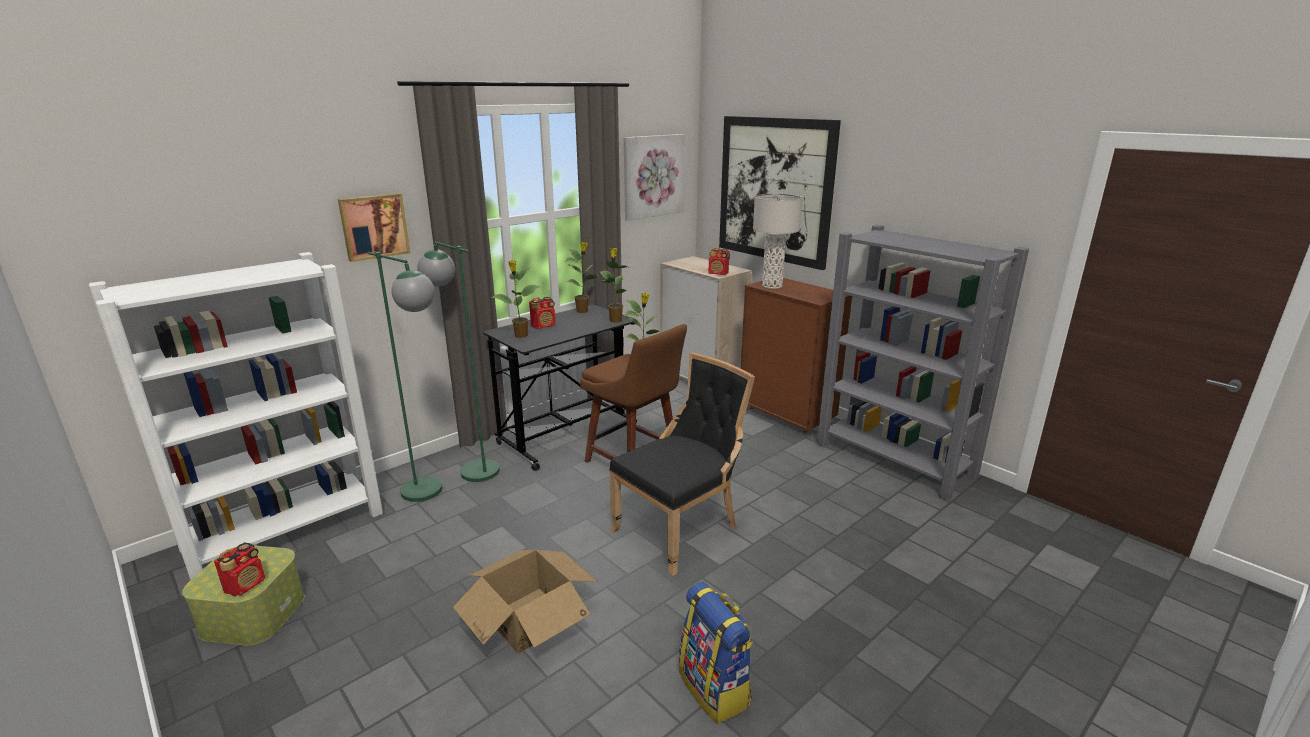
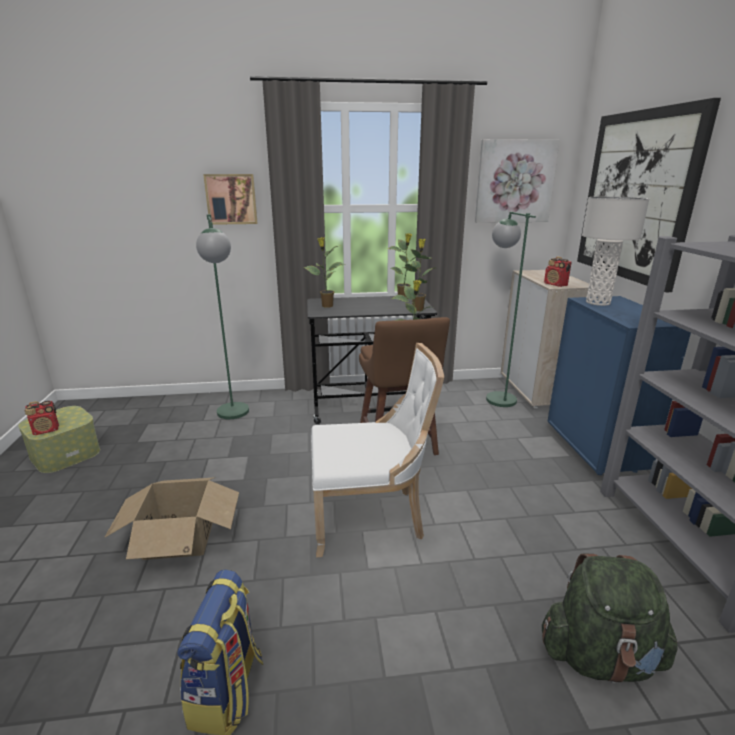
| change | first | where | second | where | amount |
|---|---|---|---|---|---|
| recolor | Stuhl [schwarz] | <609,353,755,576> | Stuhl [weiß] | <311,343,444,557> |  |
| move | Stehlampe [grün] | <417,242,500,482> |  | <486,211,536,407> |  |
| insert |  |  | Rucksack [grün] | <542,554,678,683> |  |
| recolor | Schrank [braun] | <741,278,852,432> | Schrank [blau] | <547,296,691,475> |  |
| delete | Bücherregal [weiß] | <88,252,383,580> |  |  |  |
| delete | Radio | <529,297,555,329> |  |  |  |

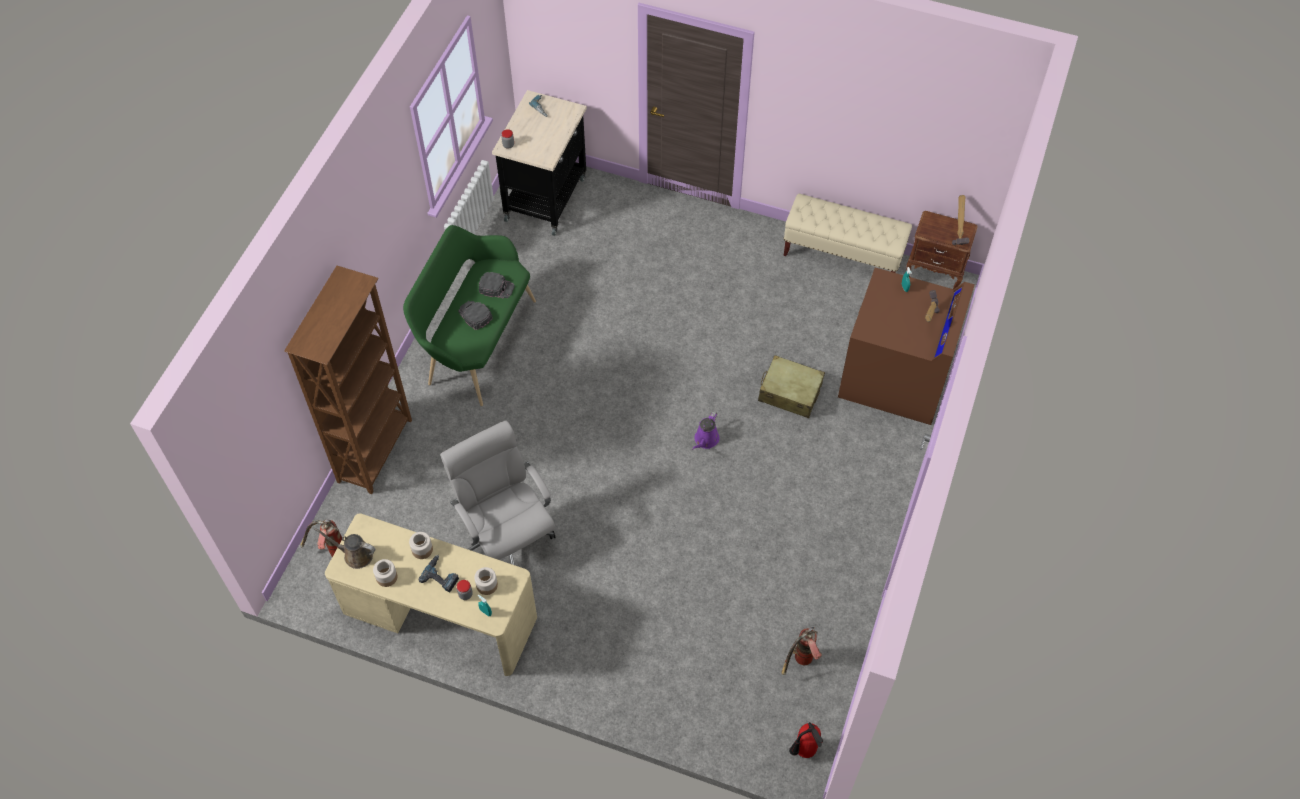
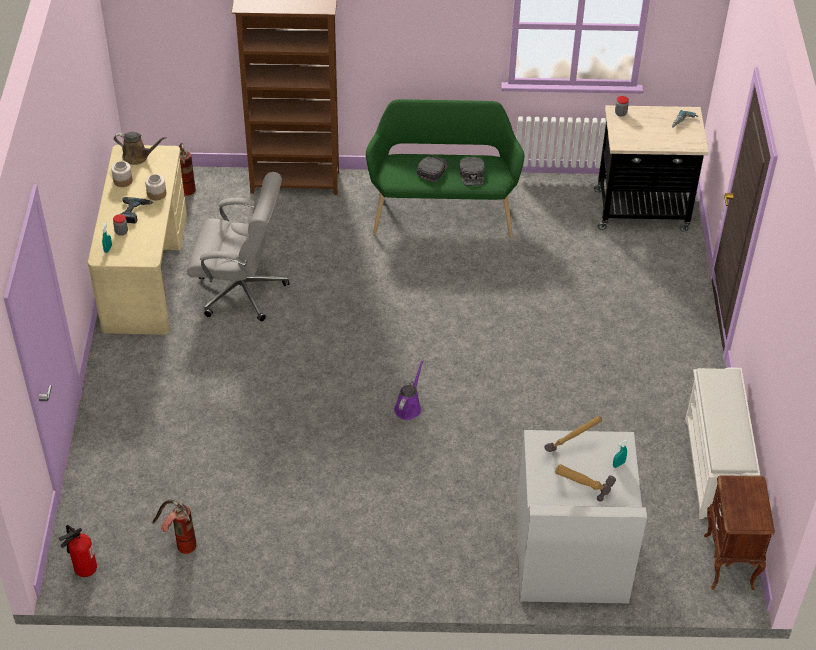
| change | first | where | second | where | amount |
|---|---|---|---|---|---|
| rotate | Gießkanne [braun] | <314,528,376,569> |  | <114,132,167,165> | 105 degrees clockwise |
| rotate | Bürostuhl [grau] | <440,421,555,565> |  | <187,172,289,322> | 60 degrees clockwise |
| rotate | Gießkanne [lila] | <692,411,720,450> |  | <394,360,424,420> | 105 degrees clockwise |
| recolor | Waschmaschine [braun] | <838,267,975,425> | Waschmaschine [weiß] | <516,430,647,603> |  |
| move | Hammer | <952,195,969,245> |  | <544,416,602,452> |  |
| replace | Bank [beige] | <783,194,912,273> | Schuhregal [weiß] | <685,367,760,519> |  |
| delete | Vorratsglas | <474,567,498,595> |  |  |  |
| delete | Koffer [beige] | <758,355,825,418> |  |  |  |

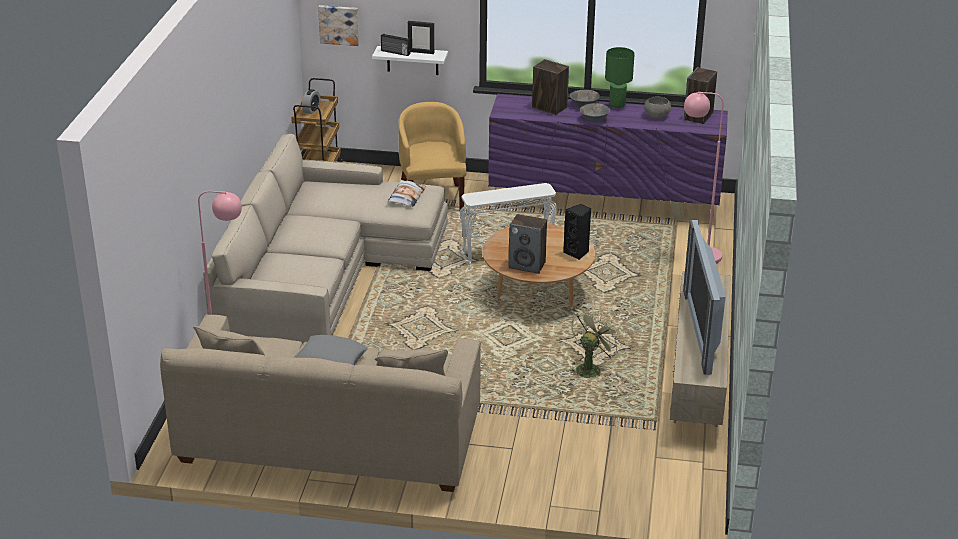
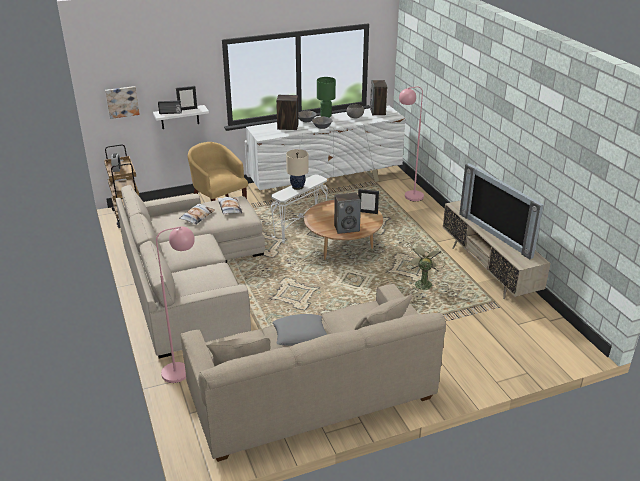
| change | first | where | second | where | amount |
|---|---|---|---|---|---|
| insert |  |  | Kissen | <179,203,215,225> |  |
| recolor | Schrank [lila] | <488,94,728,221> | Schrank [weiß] | <246,106,406,192> |  |
| insert |  |  | Tischlampe [beige] | <286,149,309,190> |  |
| replace | Lautsprecher [schwarz] | <563,204,591,260> | Bilderrahmen | <358,189,379,214> |  |

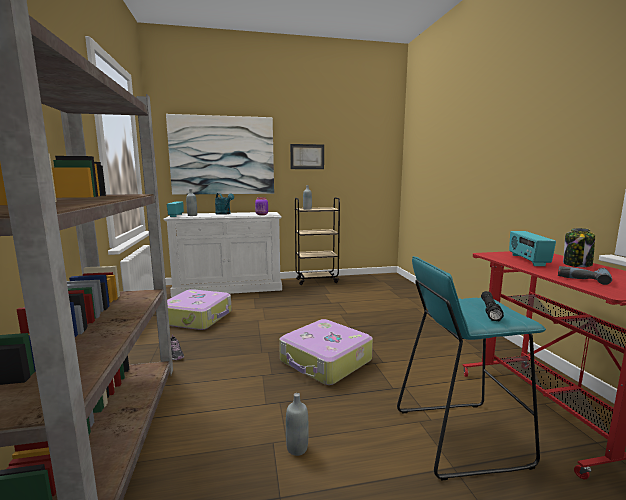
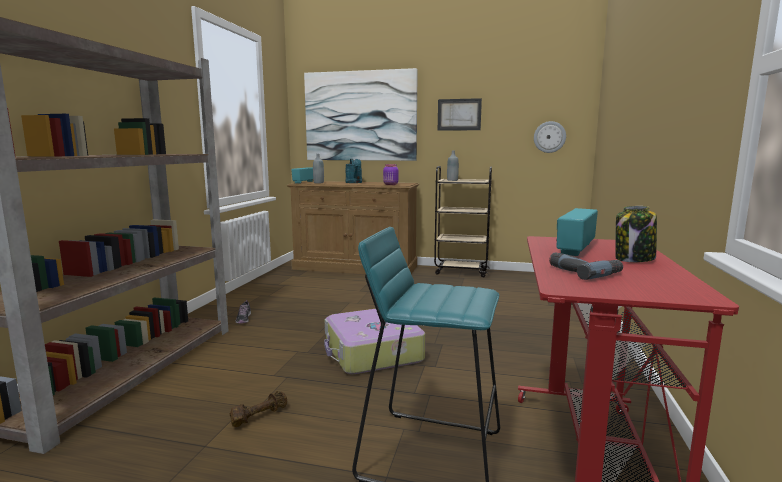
| change | first | where | second | where | amount |
|---|---|---|---|---|---|
| replace | Flasche [grau] | <286,393,309,456> | Hantel [braun] | <230,391,287,427> |  |
| recolor | Schrank [weiß] | <163,212,282,297> | Schrank [braun] | <287,181,419,274> |  |
| insert |  |  | Wanduhr | <534,121,566,153> |  |
| delete | Koffer | <167,289,232,330> |  |  |  |
| delete | Taschenlampe [schwarz] | <481,291,504,321> |  |  |  |

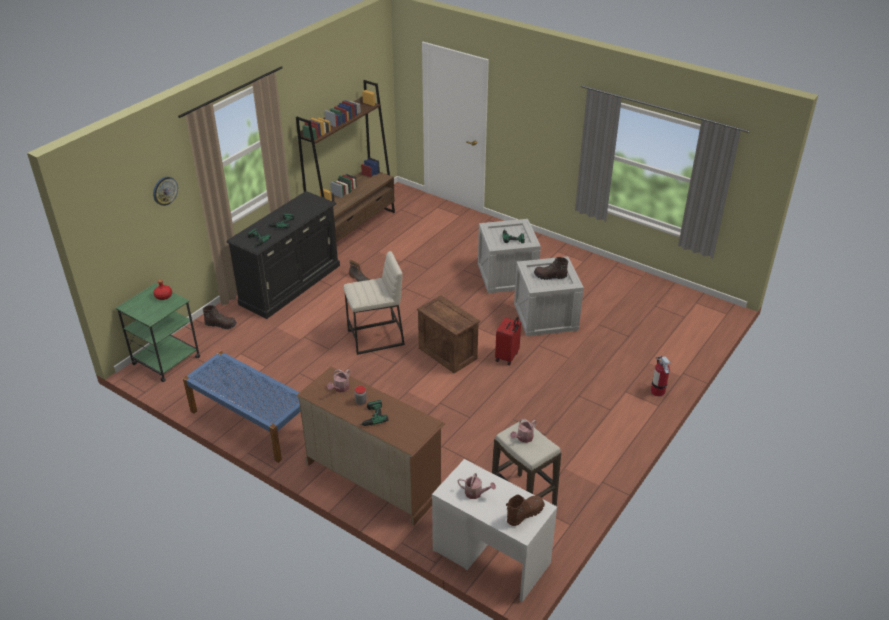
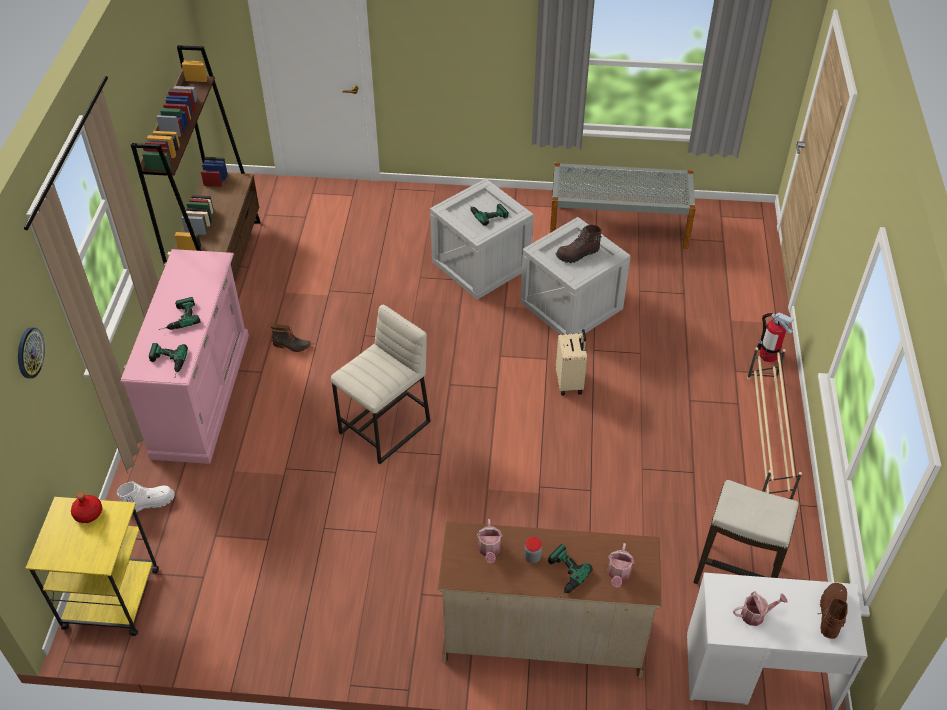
| change | first | where | second | where | amount |
|---|---|---|---|---|---|
| recolor | Rollwagen [grün] | <116,283,200,382> | Rollwagen [gelb] | <25,497,159,636> |  |
| recolor | Stiefel [braun] | <203,305,237,329> | Stiefel [weiß] | <117,481,175,512> |  |
| recolor | Schrank [schwarz] | <226,191,340,319> | Schrank [rosa] | <121,249,249,464> |  |
| insert |  |  | Bank [grau] | <550,163,696,249> |  |
| recolor | Koffer [rot] | <495,316,521,365> | Koffer [beige] | <556,329,587,396> |  |
| move | Gießkanne | <510,419,537,443> |  | <608,543,635,588> |  |
| insert |  |  | Schuhregal [beige] | <747,347,802,500> |  |
| delete | Bank [blau] | <183,351,301,463> |  |  |  |
| delete | Kiste | <417,295,480,373> |  |  |  |

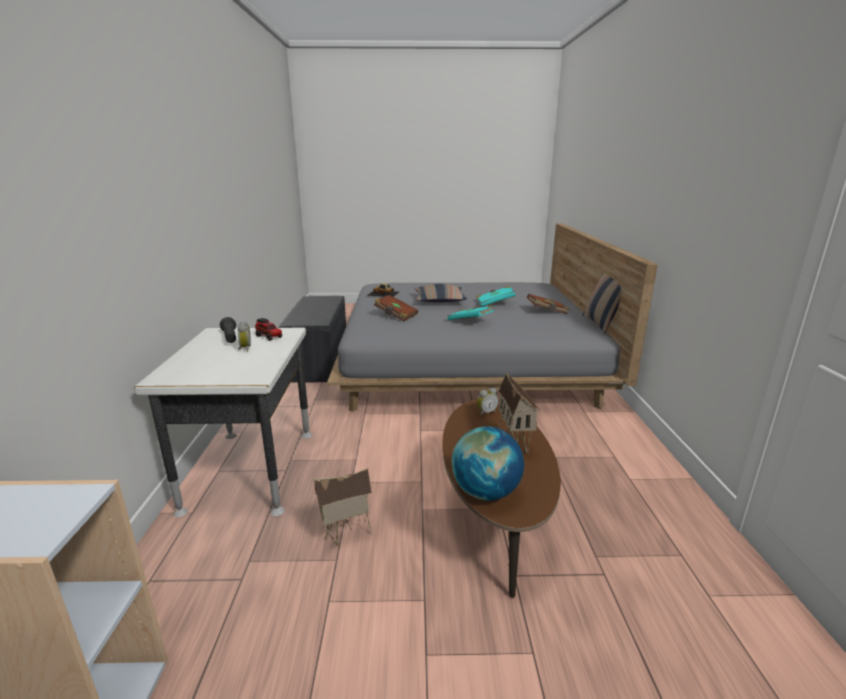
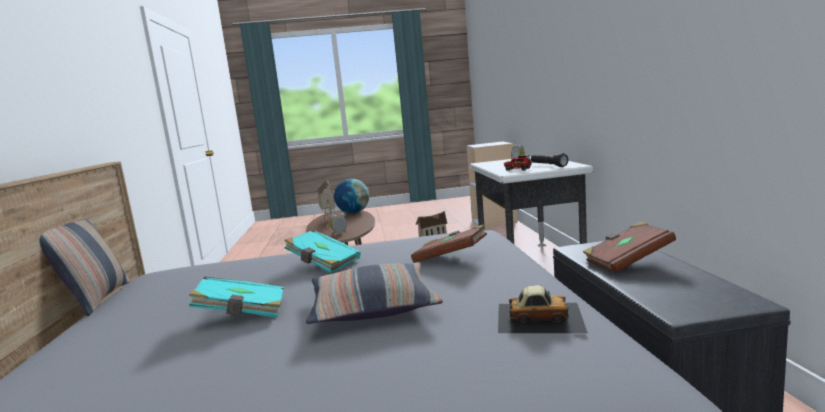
| change | first | where | second | where | amount |
|---|---|---|---|---|---|
| move | Buch [braun] | <527,294,570,314> |  | <583,221,676,273> |  |

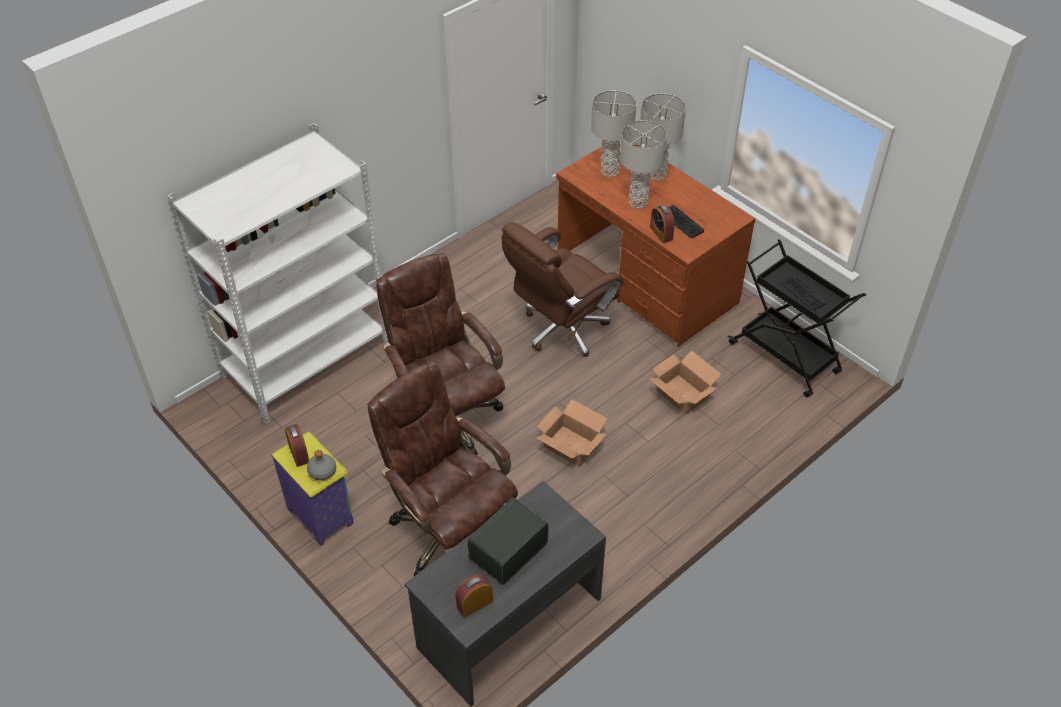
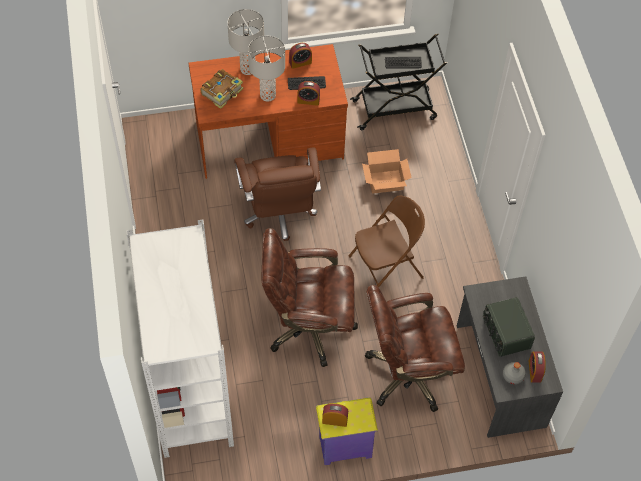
| change | first | where | second | where | amount |
|---|---|---|---|---|---|
| replace | Tischlampe [weiß] | <591,90,637,177> | Buch | <200,69,243,109> |  |
| insert |  |  | Wecker | <289,43,312,69> |  |
| replace | Karton | <537,399,608,467> | Stuhl [braun] | <348,196,425,288> |  |
| move | Flasche [grau] | <307,450,336,481> |  | <503,362,526,384> |  |

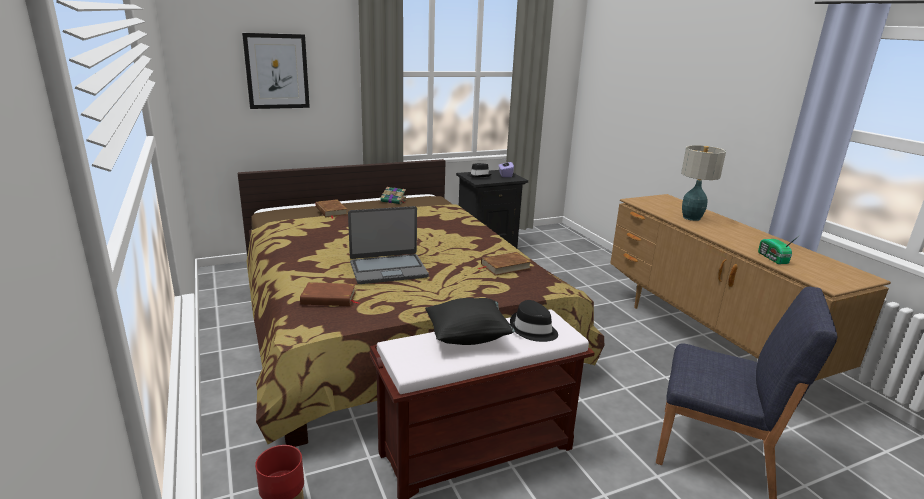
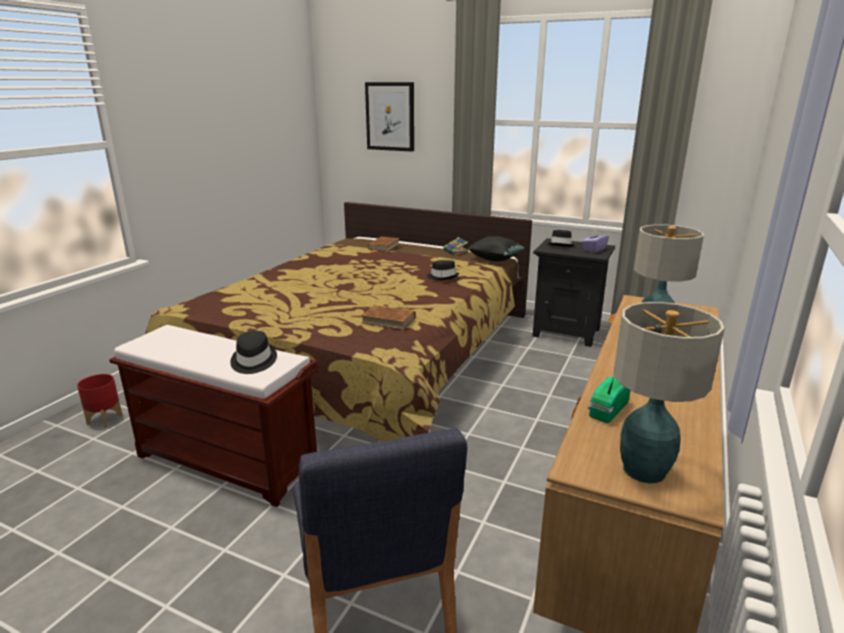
| change | first | where | second | where | amount |
|---|---|---|---|---|---|
| insert |  |  | Hut [schwarz] | <427,260,459,280> |  |
| move | Kissen [schwarz] | <425,298,515,345> |  | <467,236,525,261> |  |
| insert |  |  | Tischlampe | <614,302,724,483> |  |
| delete | Buch [braun] | <300,282,360,306> |  |  |  |
| delete | Laptop | <348,206,429,284> |  |  |  |

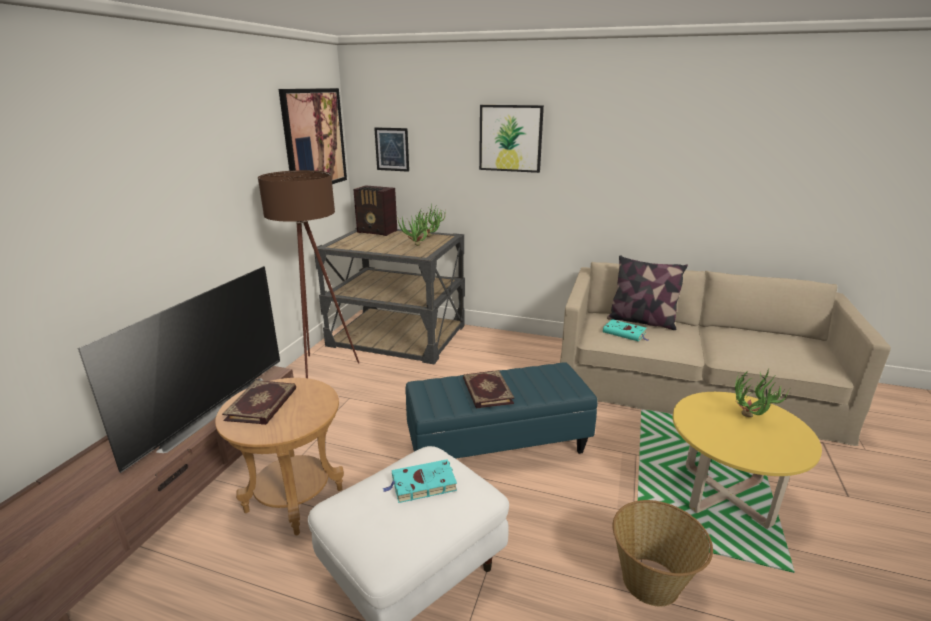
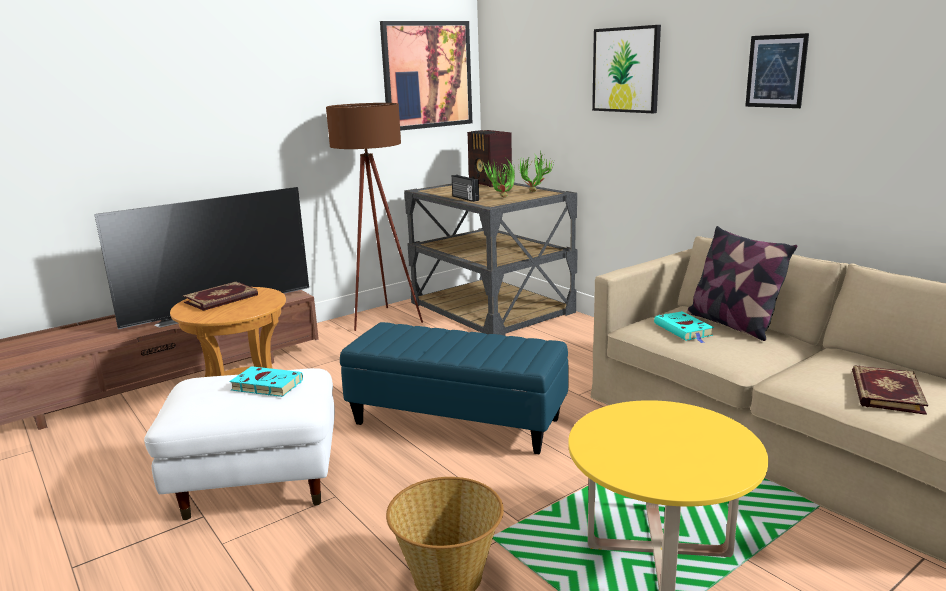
| change | first | where | second | where | amount |
|---|---|---|---|---|---|
| insert |  |  | Radio | <452,175,479,202> |  |
| move | Bild | <374,127,409,172> |  | <745,33,809,108> |  |
| move | Buch | <463,370,514,408> |  | <852,365,928,415> |  |
| delete | Topfpflanze | <735,369,790,417> |  |  |  |

